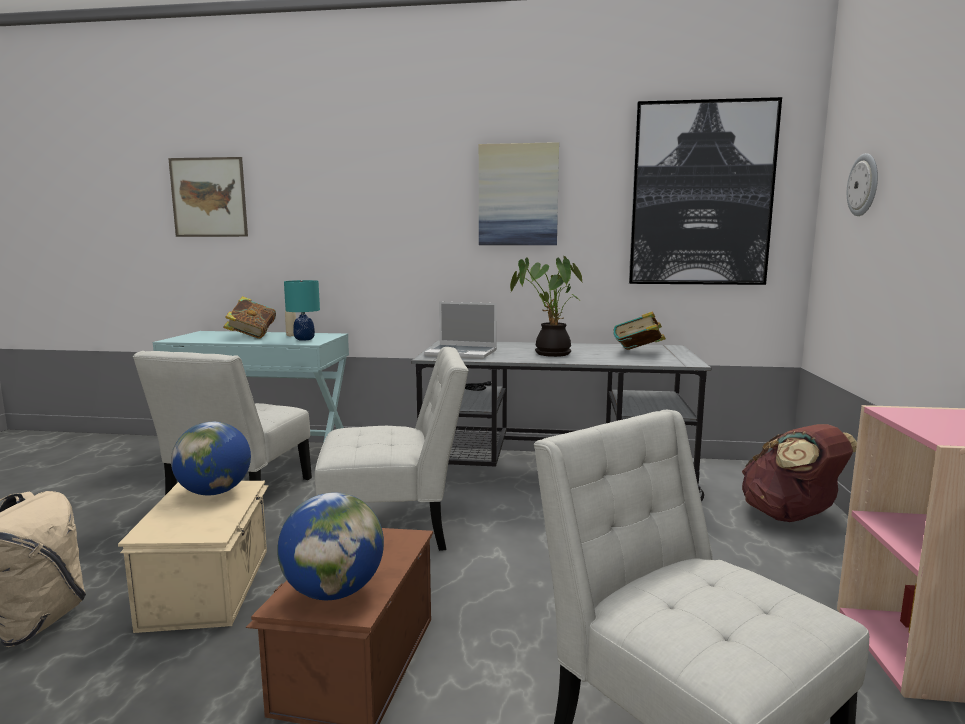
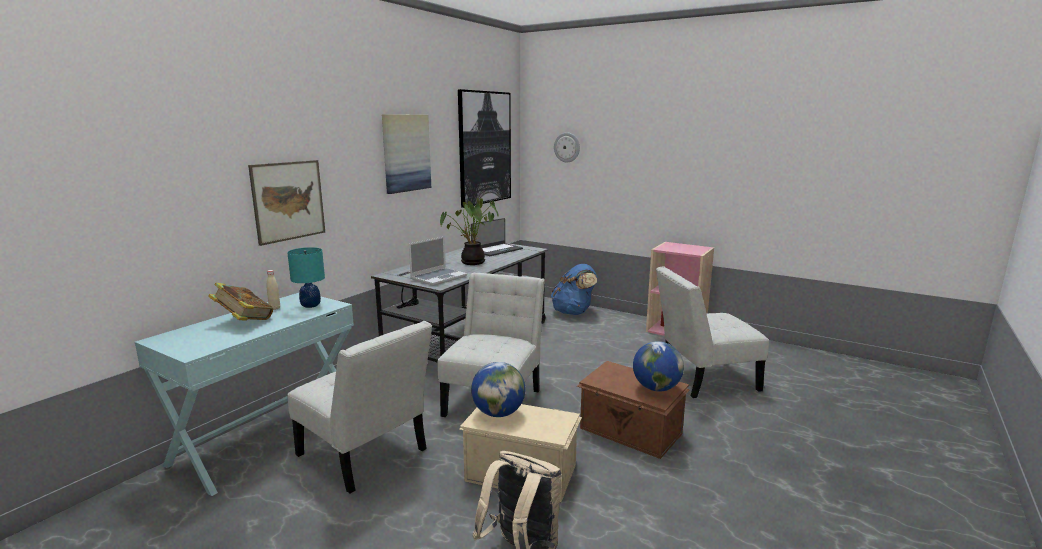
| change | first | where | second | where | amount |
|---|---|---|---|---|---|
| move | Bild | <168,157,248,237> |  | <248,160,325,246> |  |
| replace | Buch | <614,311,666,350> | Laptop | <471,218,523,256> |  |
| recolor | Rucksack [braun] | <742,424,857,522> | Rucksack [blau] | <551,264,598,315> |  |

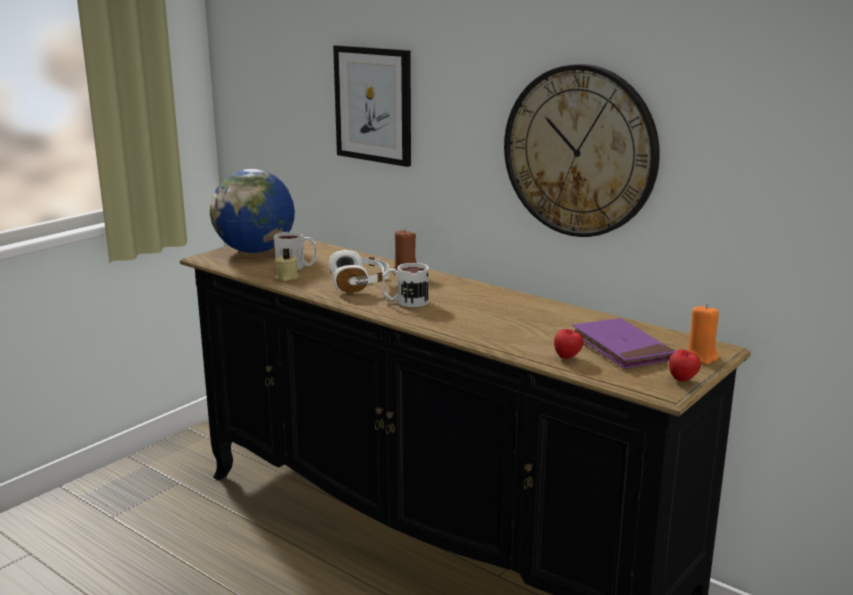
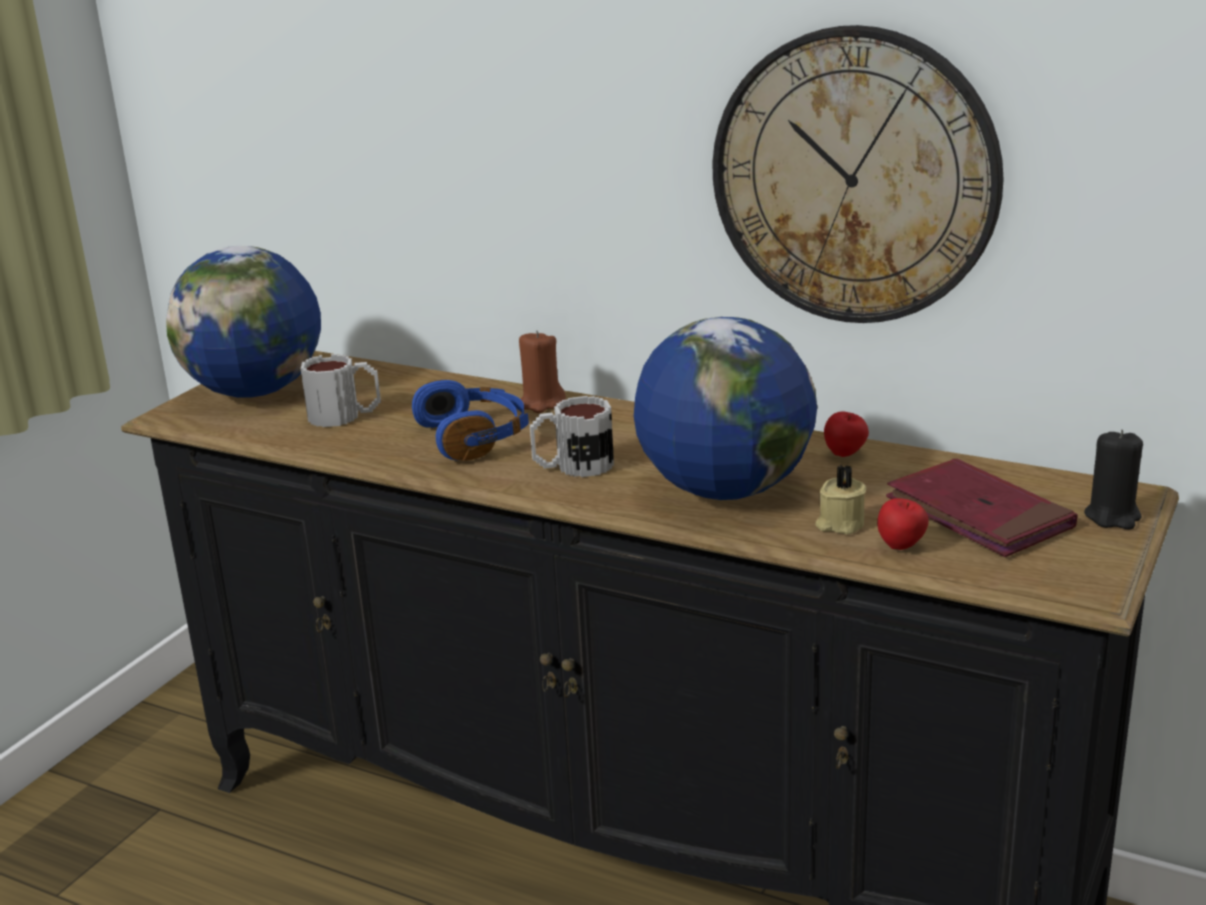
| change | first | where | second | where | amount |
|---|---|---|---|---|---|
| recolor | Kopfhörer [weiß] | <329,250,389,293> | Kopfhörer [blau] | <412,380,529,461> |  |
| insert |  |  | Globus | <634,317,817,500> |  |
| move | Kerze [beige] | <274,248,299,281> |  | <815,465,866,534> |  |
| move | Apfel | <669,350,701,381> |  | <824,411,869,457> |  |
| recolor | Buch [lila] | <572,318,675,369> | Buch [rot] | <886,458,1078,557> |  |
| recolor | Kerze [orange] | <688,304,719,365> | Kerze [schwarz] | <1084,429,1143,529> |  |
| delete | Bild | <333,45,411,167> |  |  |  |

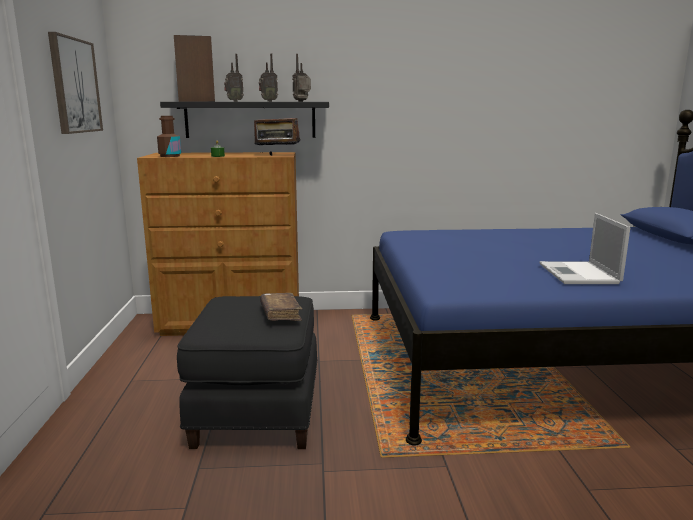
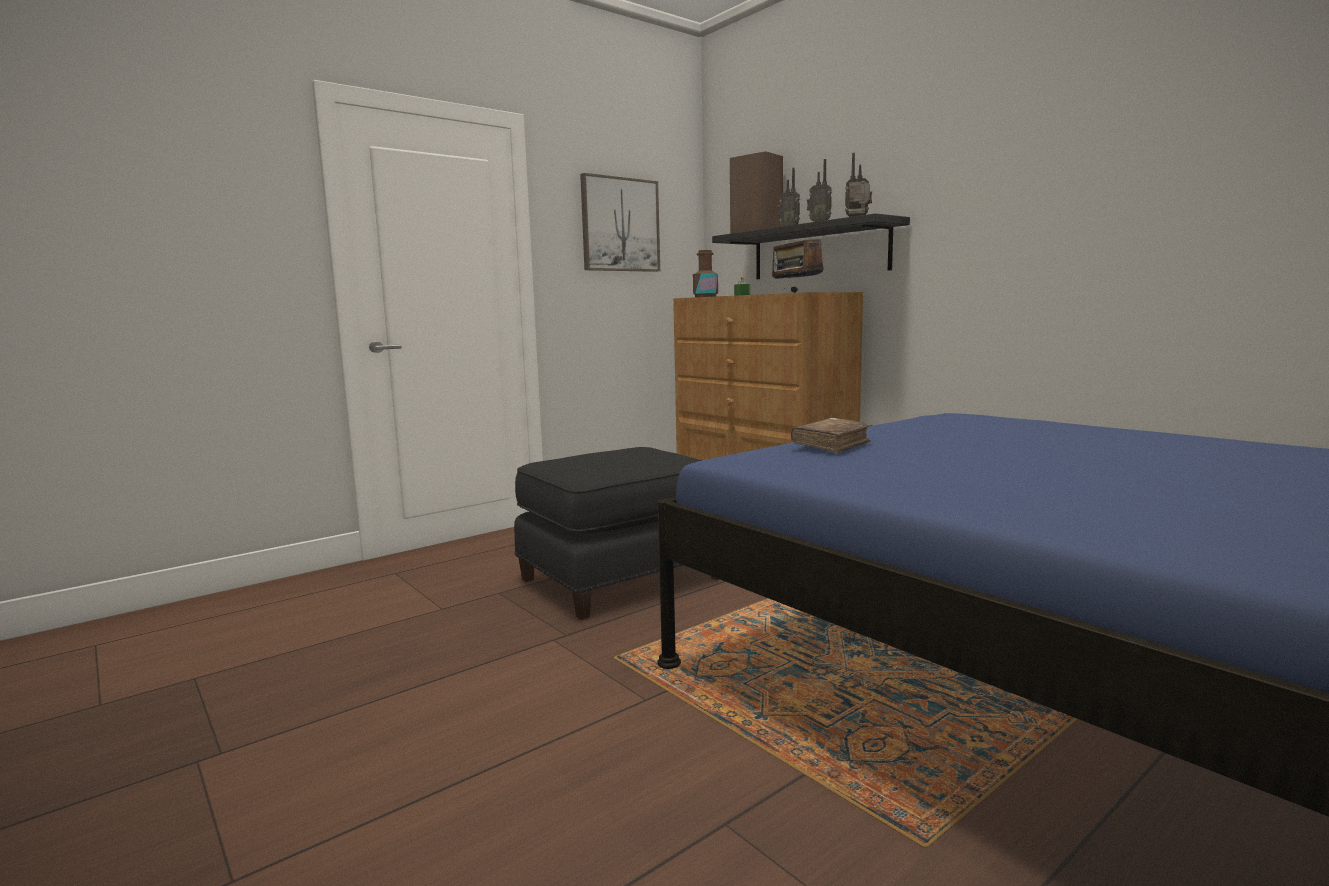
| change | first | where | second | where | amount |
|---|---|---|---|---|---|
| move | Buch [braun] | <260,293,302,321> |  | <791,418,872,453> |  |
| delete | Laptop | <539,213,630,284> |  |  |  |

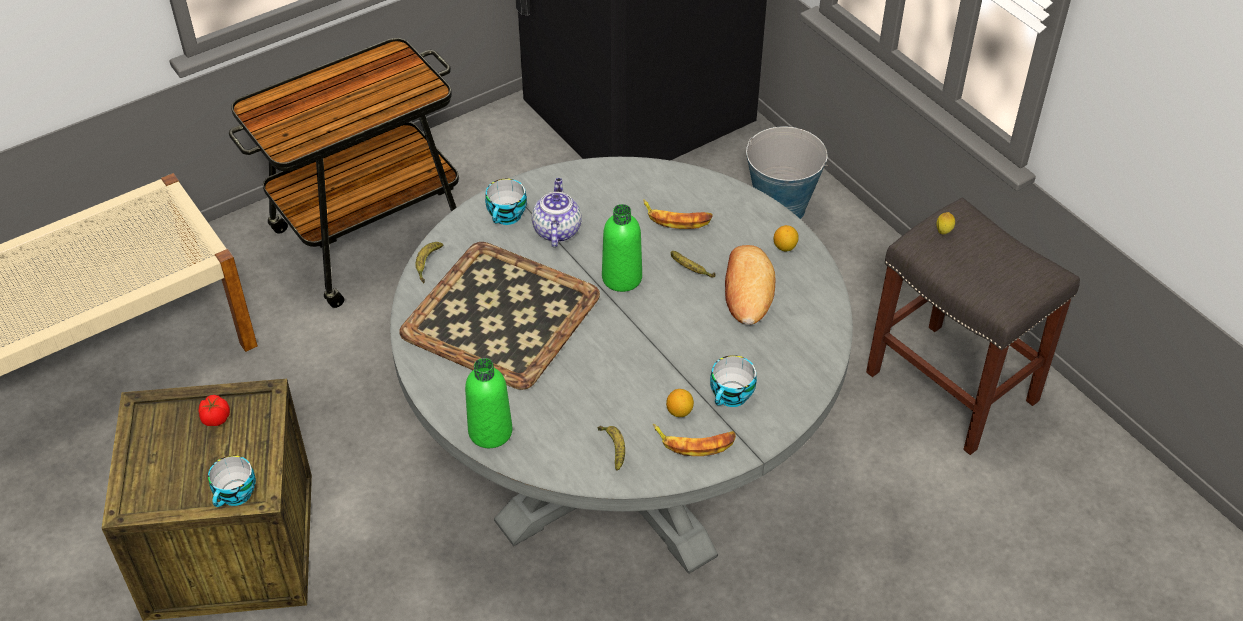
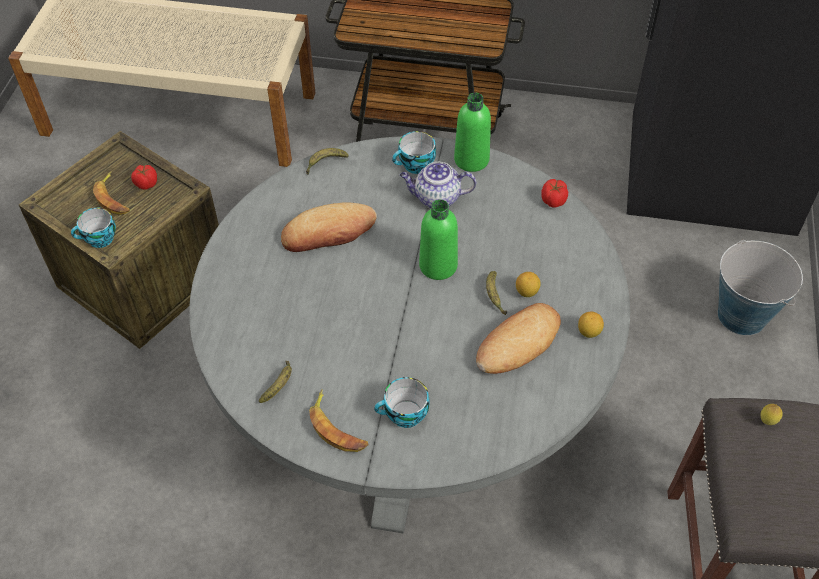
| change | first | where | second | where | amount |
|---|---|---|---|---|---|
| move | Banane | <643,199,713,229> |  | <93,172,130,215> |  |
| replace | Tablett | <399,242,600,390> | Brot | <281,202,377,252> |  |
| rotate | Teekanne | <532,178,582,247> |  | <400,162,476,208> | 135 degrees counterclockwise |
| move | Flasche [grün] | <465,358,513,448> |  | <454,93,491,172> |  |
| move | Zitrone | <666,389,694,417> |  | <516,272,541,297> |  |
| insert |  |  | Tomate | <541,179,568,208> |  |

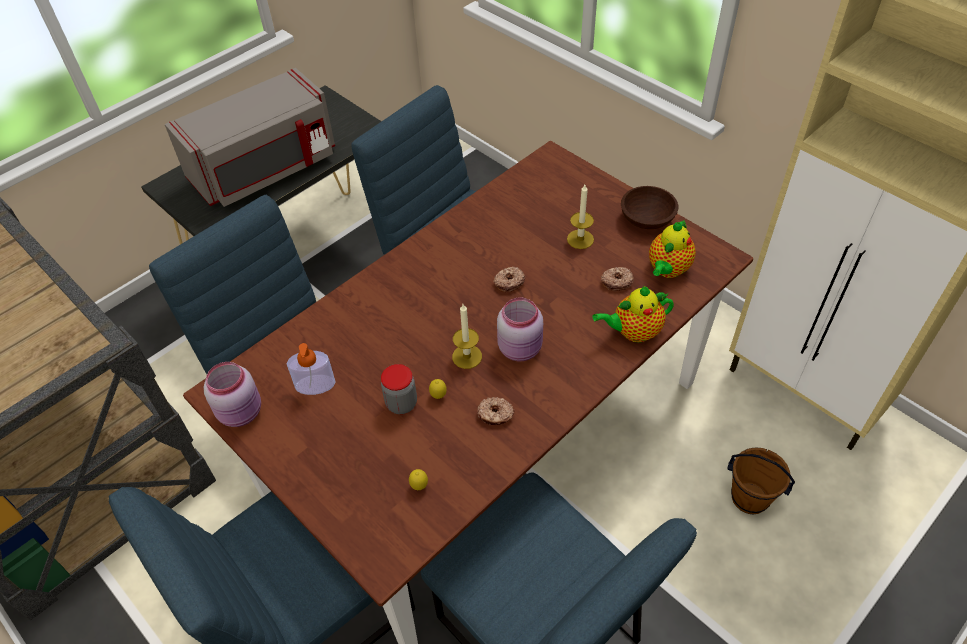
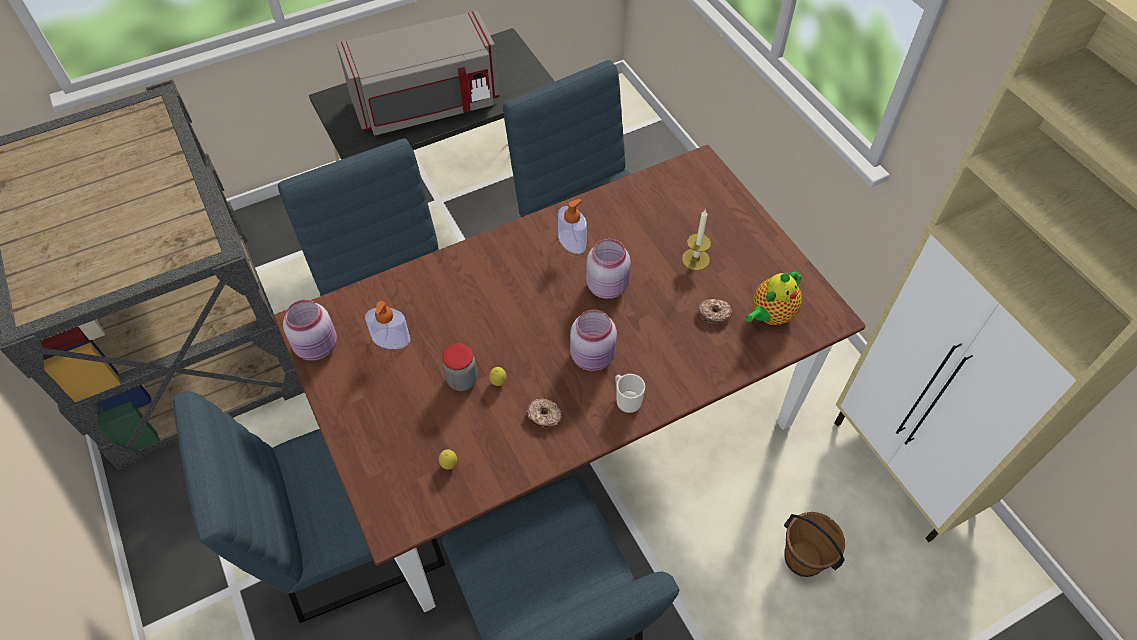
| change | first | where | second | where | amount |
|---|---|---|---|---|---|
| insert |  |  | Seifenspender | <558,199,587,254> |  |
| replace | Donut | <493,266,525,292> | Vorratsglas [rosa] | <586,239,631,299> |  |
| insert |  |  | Henkelbecher | <615,374,645,413> |  |
| delete | Kerze | <452,304,482,369> |  |  |  |
| delete | Teekanne | <592,286,674,343> |  |  |  |
| delete | Schüssel [braun] | <621,186,678,229> |  |  |  |

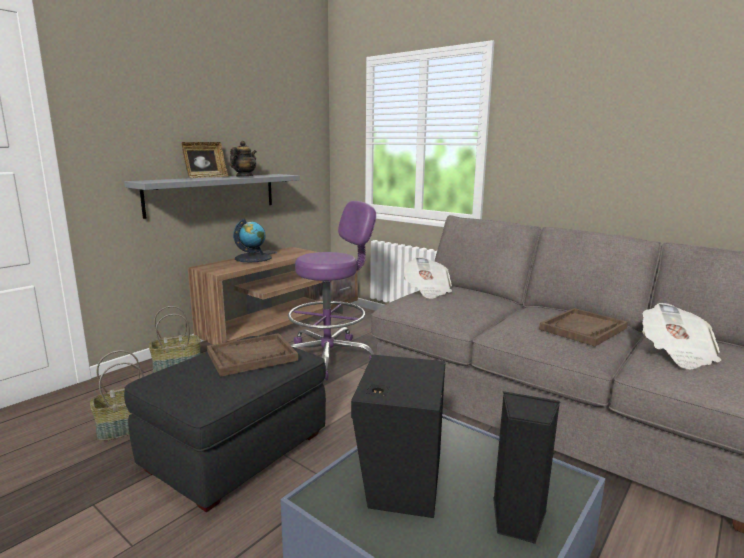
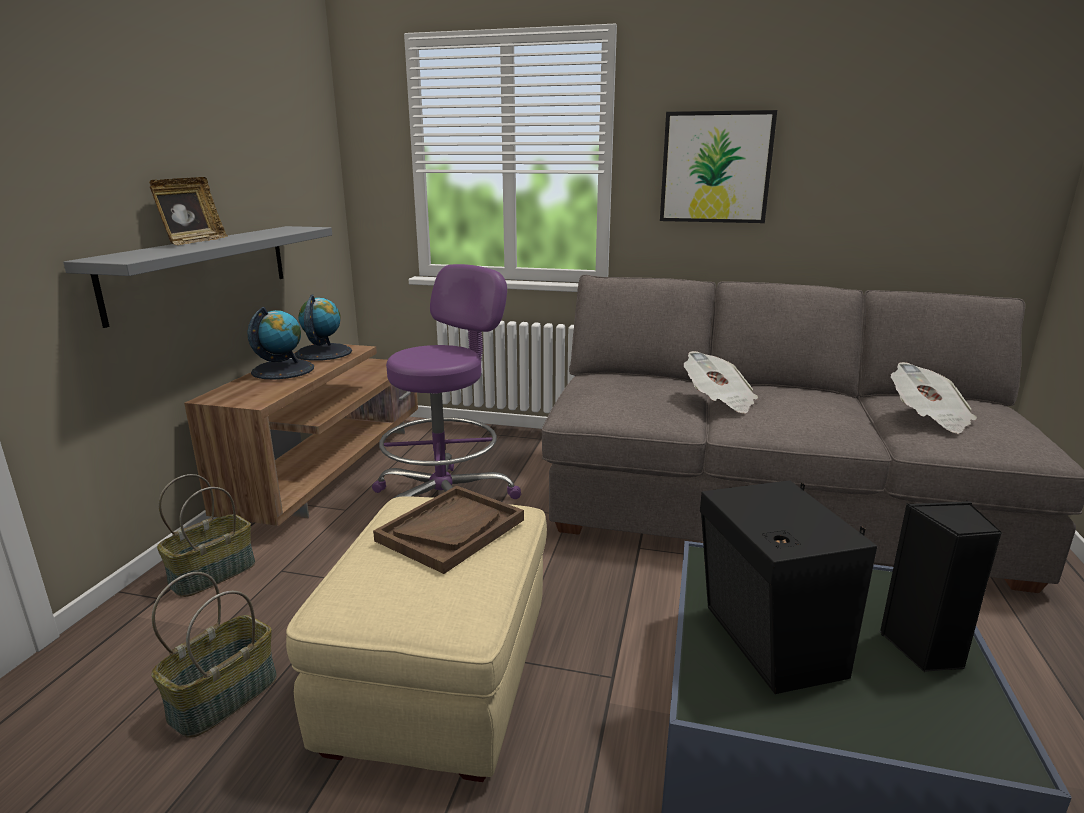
| change | first | where | second | where | amount |
|---|---|---|---|---|---|
| recolor | Polsterhocker [schwarz] | <124,336,326,512> | Polsterhocker [beige] | <286,496,547,782> |  |
| insert |  |  | Globus | <295,295,352,361> |  |
| insert |  |  | Bild | <660,110,777,223> |  |
| move | Zeitung | <404,257,452,299> |  | <684,351,758,414> |  |
| delete | Teekanne | <230,141,257,177> |  |  |  |
| delete | Tablett [braun] | <539,308,628,346> |  |  |  |

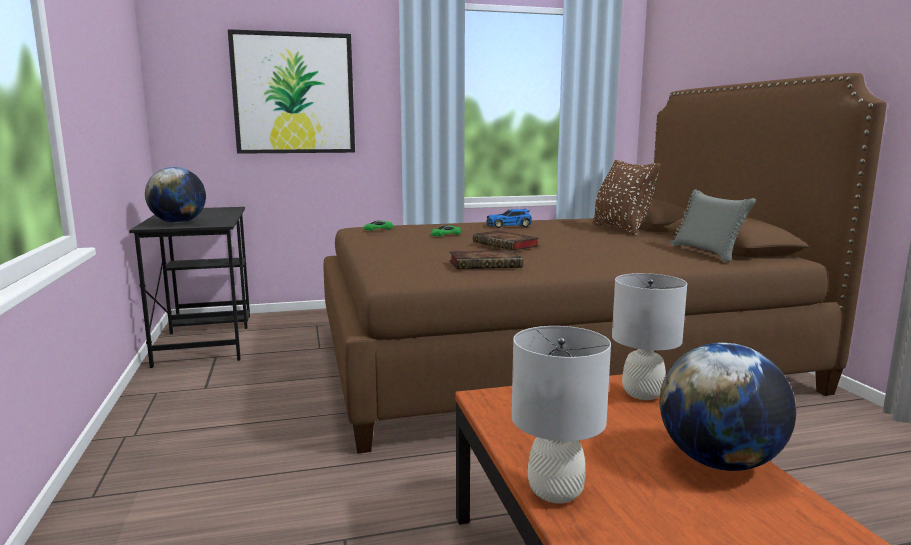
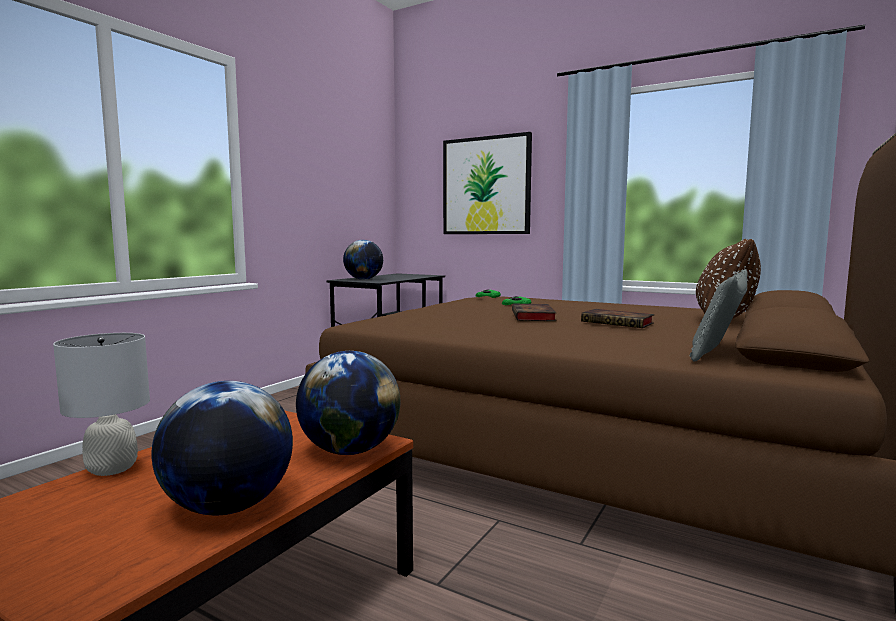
| change | first | where | second | where | amount |
|---|---|---|---|---|---|
| replace | Tischlampe [grau] | <612,273,687,400> | Globus | <296,351,400,455> |  |
| move | Buch | <449,250,523,269> |  | <581,309,654,328> |  |
| delete | Spielzeugauto | <486,208,532,228> |  |  |  |

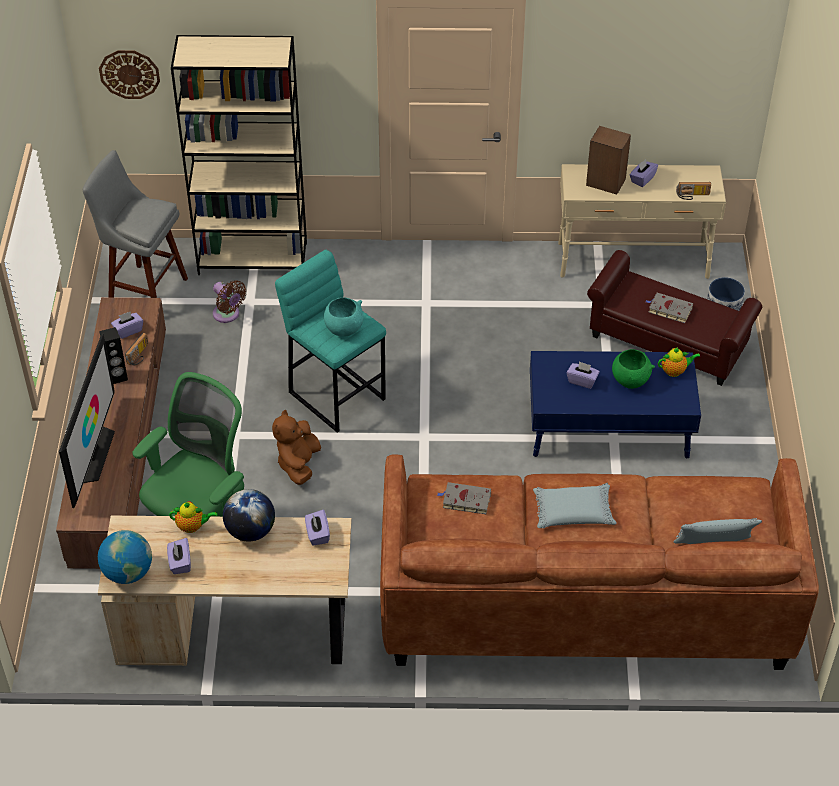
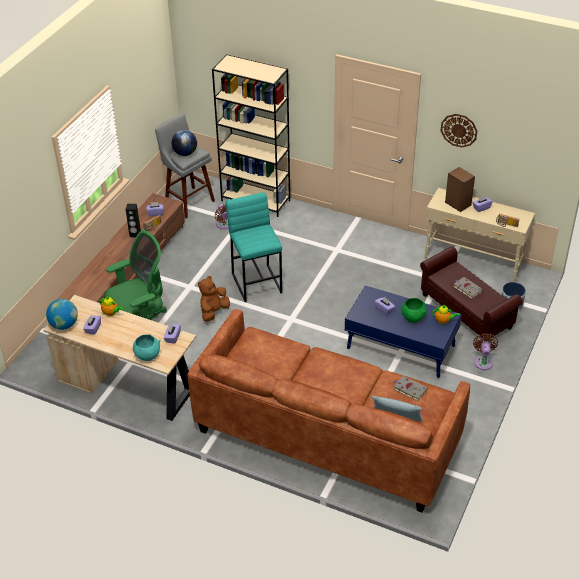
| change | first | where | second | where | amount |
|---|---|---|---|---|---|
| move | Schüssel [türkis] | <324,297,364,337> |  | <133,334,161,361> |  |
| move | Globus | <223,489,275,542> |  | <172,130,197,156> |  |
| move | Buch [grau] | <437,482,491,514> |  | <394,376,428,401> |  |
| move | Wanduhr | <99,50,160,99> |  | <441,114,477,148> |  |
| insert |  |  | Ventilator [braun] | <473,333,498,370> |  |
| delete | Fernseher | <59,333,115,508> |  |  |  |
| delete | Kissen [blau] | <533,483,617,528> |  |  |  |

